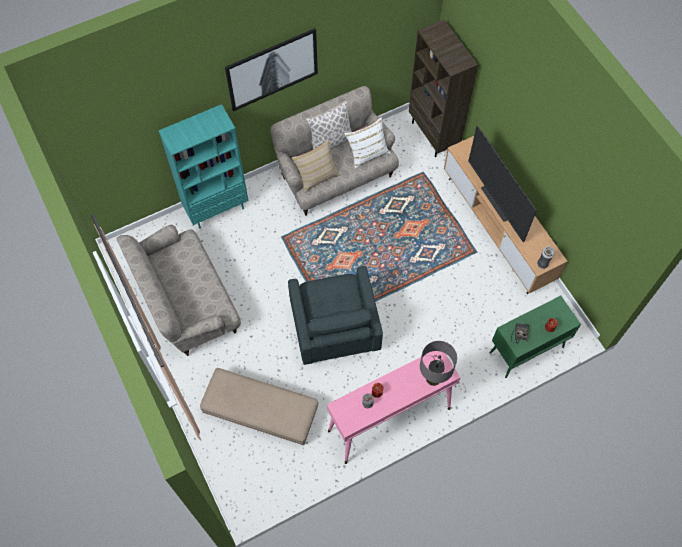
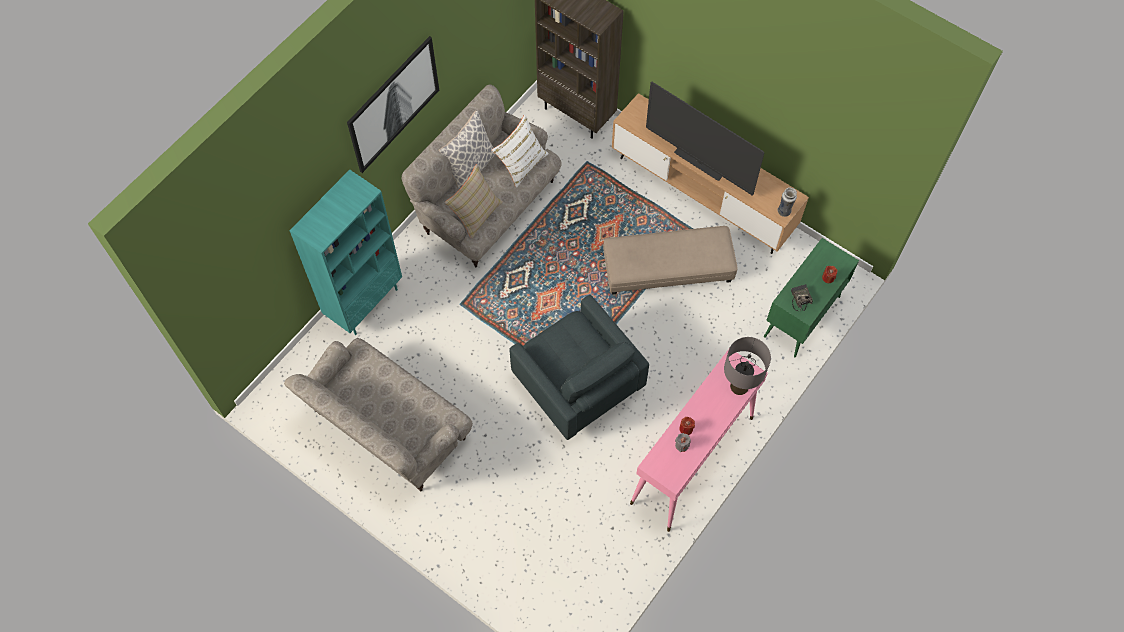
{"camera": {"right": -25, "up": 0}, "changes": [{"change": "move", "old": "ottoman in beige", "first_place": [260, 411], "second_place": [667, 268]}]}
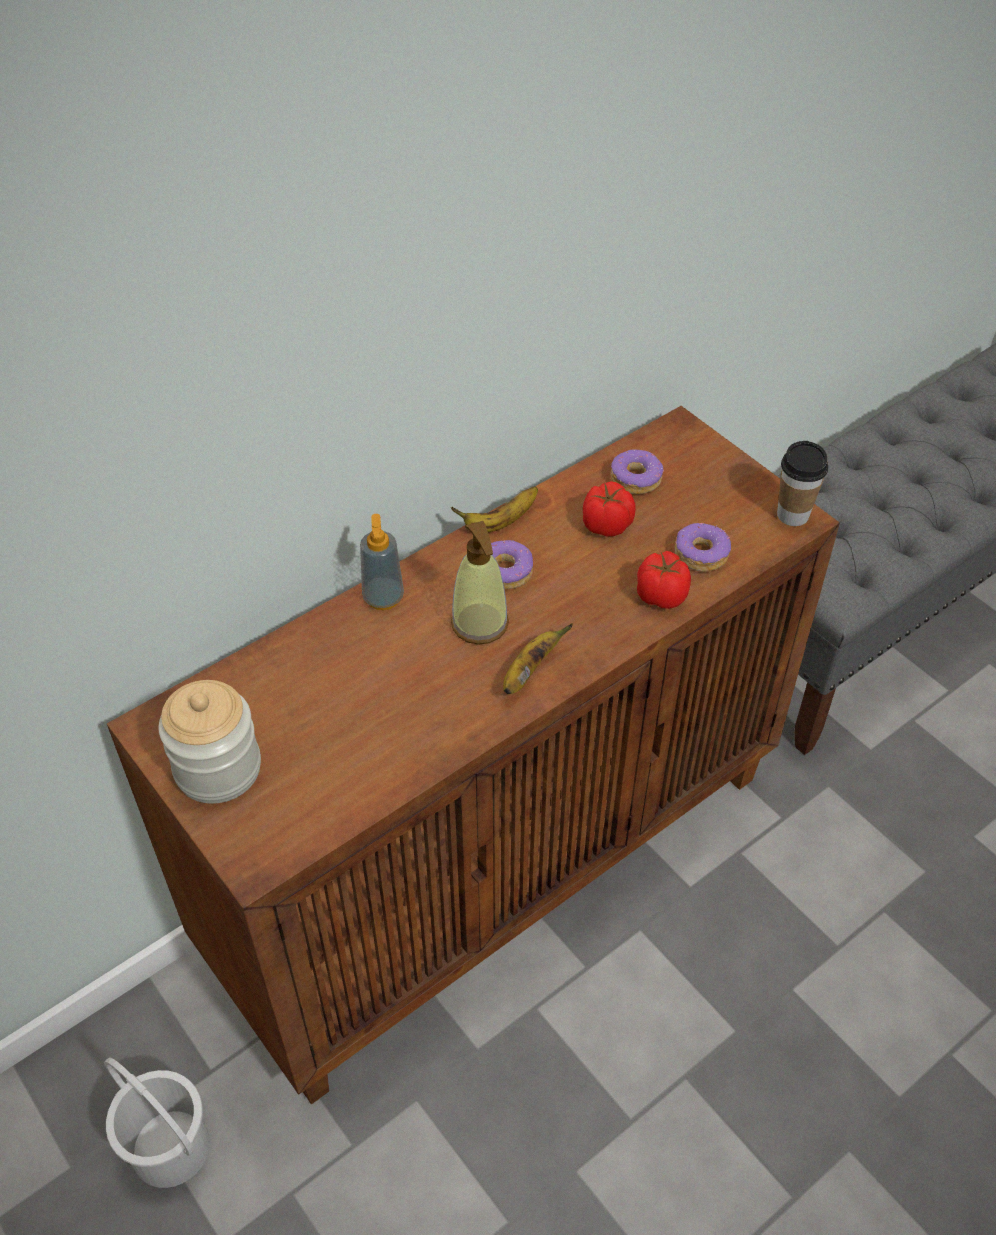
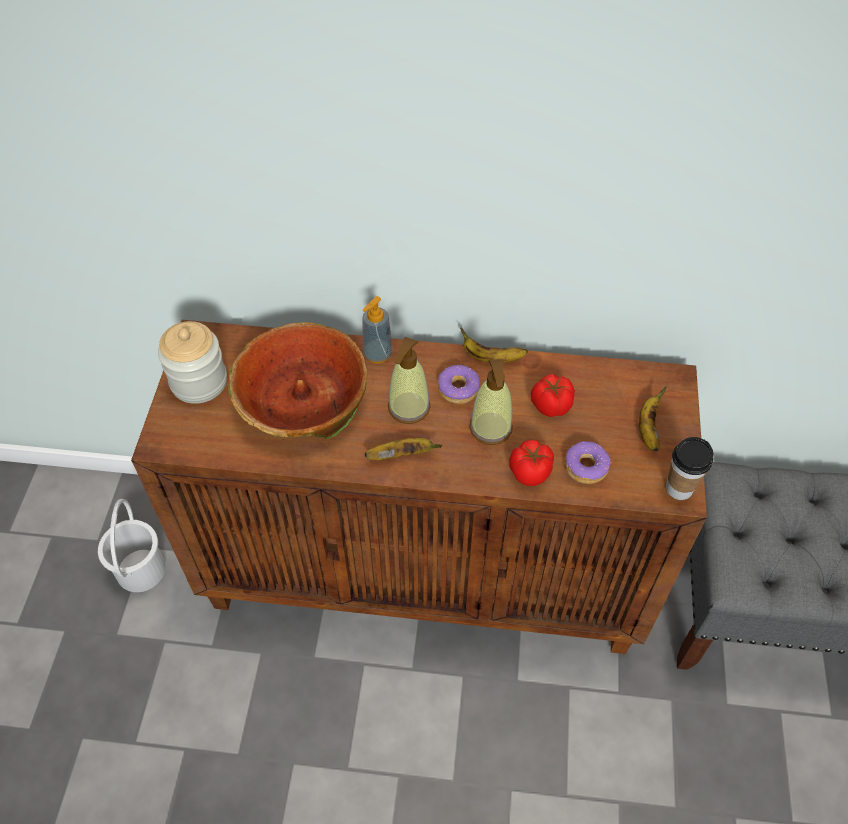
{"camera": {"right": 45, "up": 5}, "changes": [{"change": "delete", "old": "donut", "first_place": [635, 479]}, {"change": "insert", "new": "bowl", "second_place": [302, 400]}, {"change": "insert", "new": "soap dispenser", "second_place": [490, 428]}, {"change": "insert", "new": "banana", "second_place": [648, 429]}]}
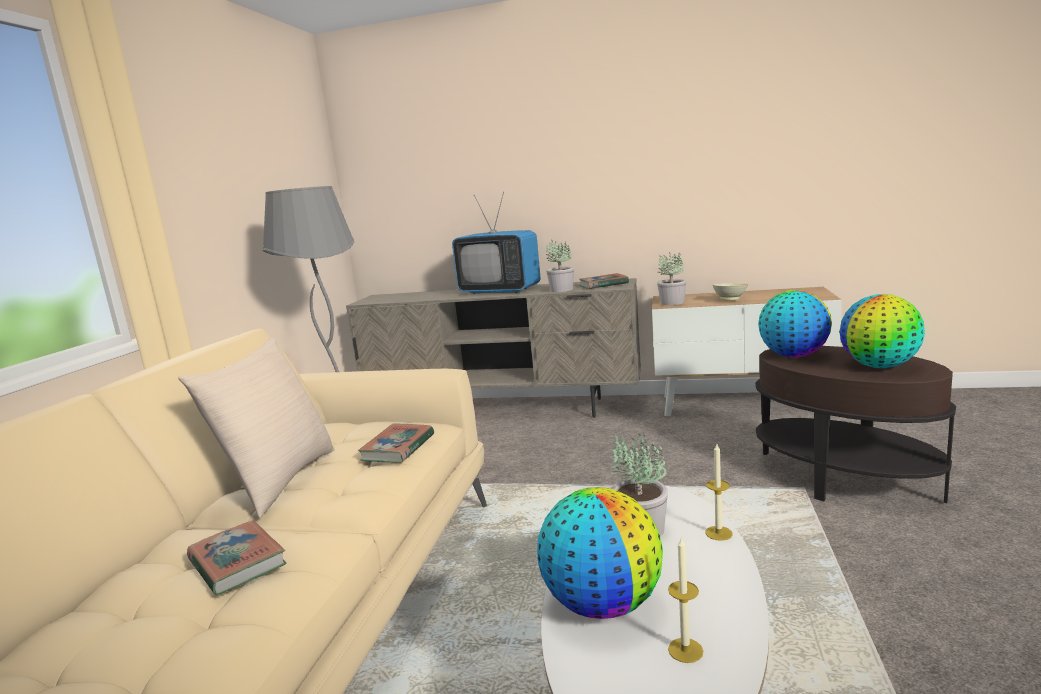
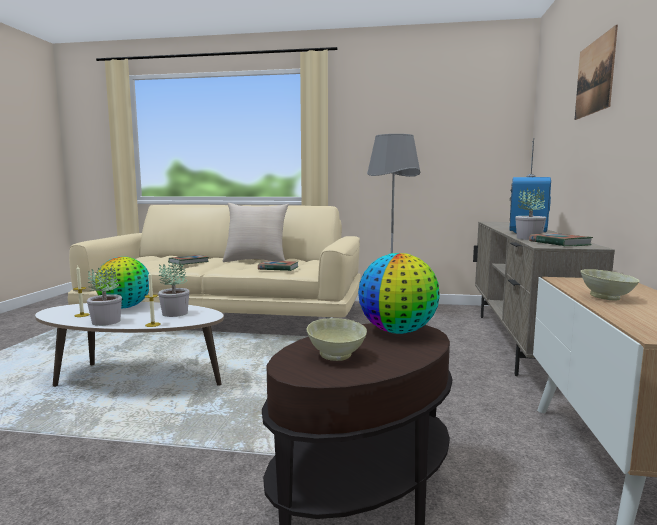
{"camera": {"right": 85, "up": -5}, "changes": [{"change": "move", "old": "potted plant", "first_place": [672, 302], "second_place": [106, 321]}, {"change": "replace", "old": "globe", "new": "bowl in beige", "first_place": [879, 366], "second_place": [335, 356]}, {"change": "insert", "new": "picture", "second_place": [594, 77]}]}
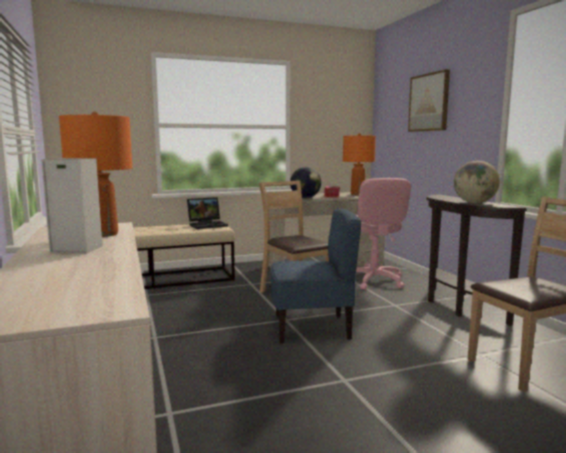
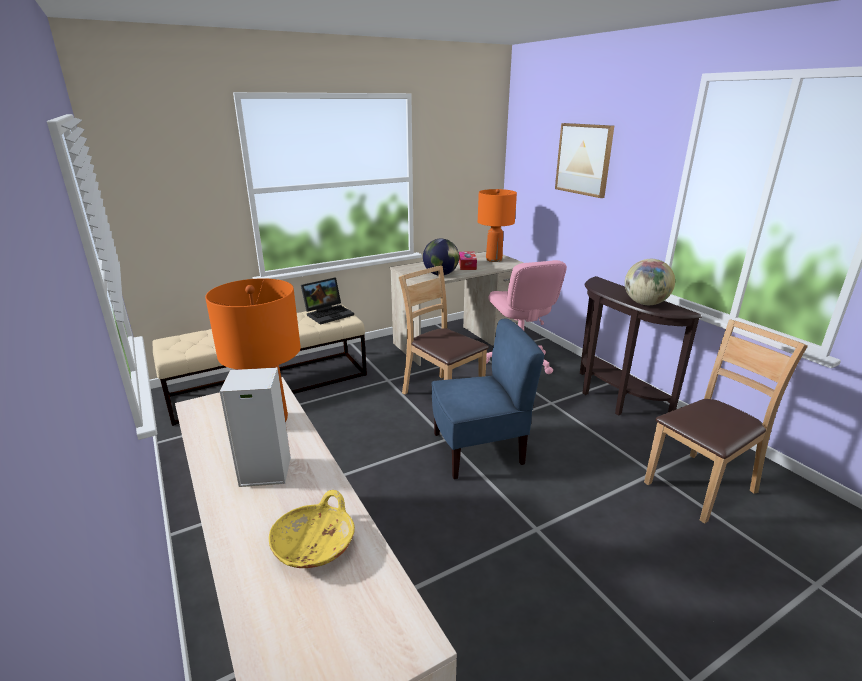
{"camera": {"right": -10, "up": 15}, "changes": [{"change": "insert", "new": "bowl in yellow", "second_place": [315, 544]}]}
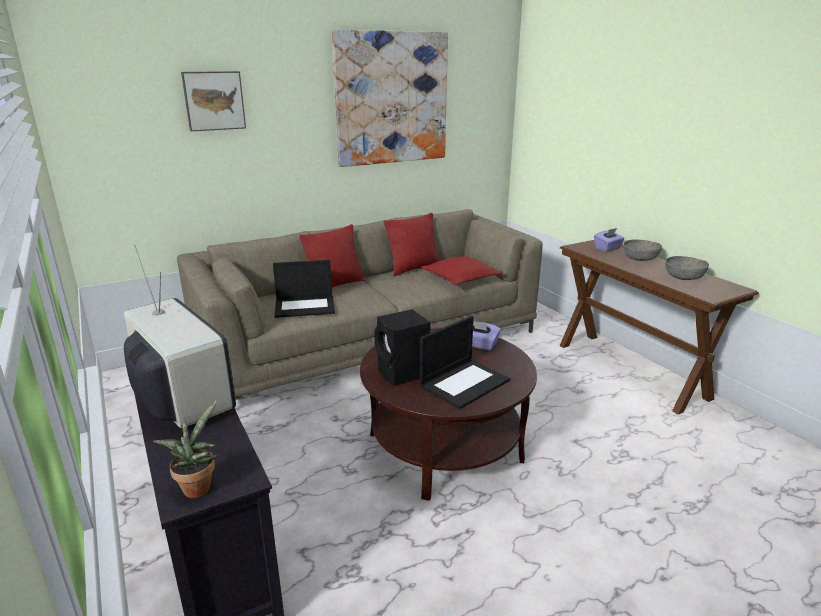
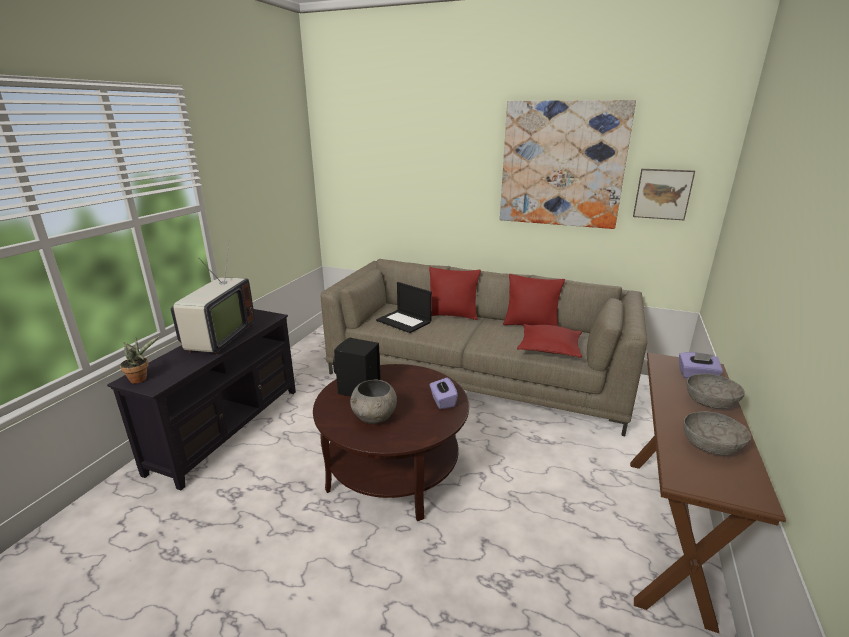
{"camera": {"right": 50, "up": 0}, "changes": [{"change": "move", "old": "picture", "first_place": [214, 100], "second_place": [662, 194]}, {"change": "replace", "old": "laptop", "new": "bowl in grey", "first_place": [464, 383], "second_place": [374, 418]}]}
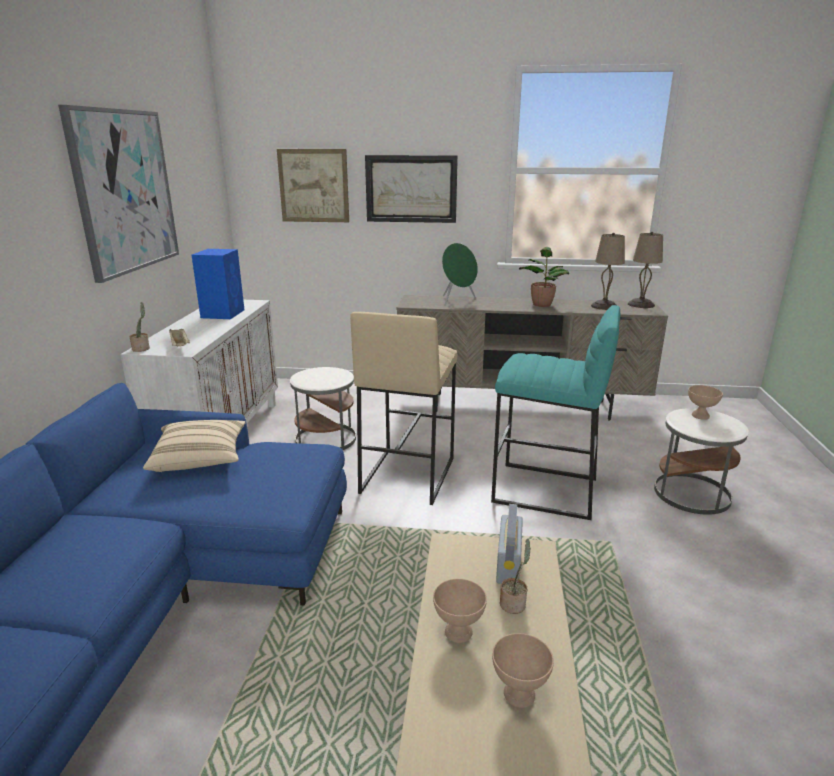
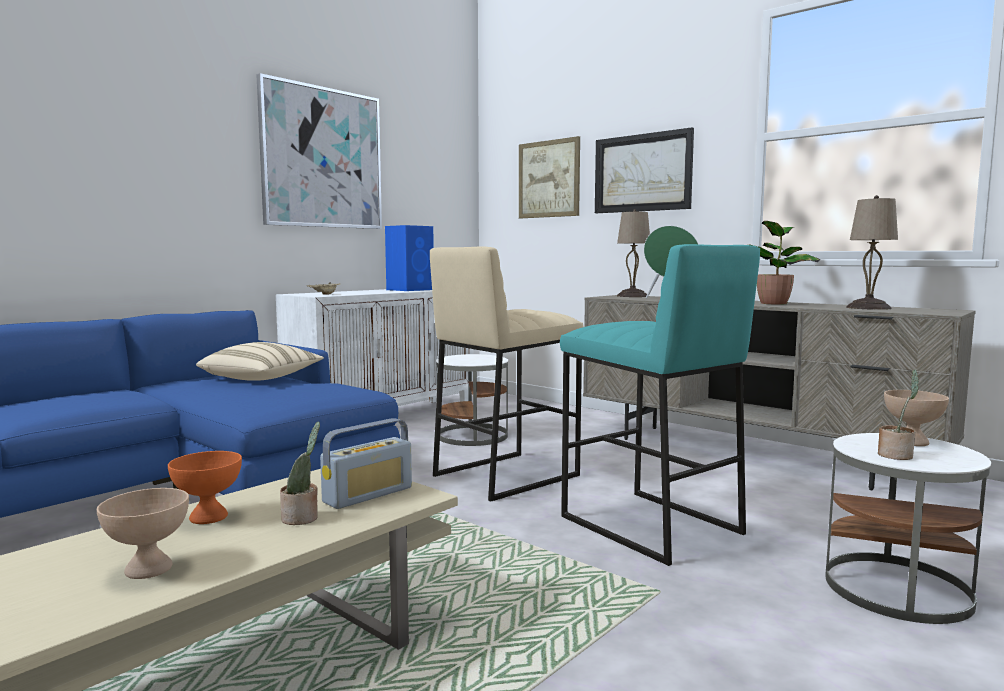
{"camera": {"right": 35, "up": -15}, "changes": [{"change": "move", "old": "potted plant", "first_place": [142, 348], "second_place": [897, 455]}, {"change": "recolor", "old": "bowl in beige", "new": "bowl in orange", "first_place": [458, 631], "second_place": [210, 517]}, {"change": "move", "old": "table lamp in beige", "first_place": [641, 304], "second_place": [633, 296]}]}
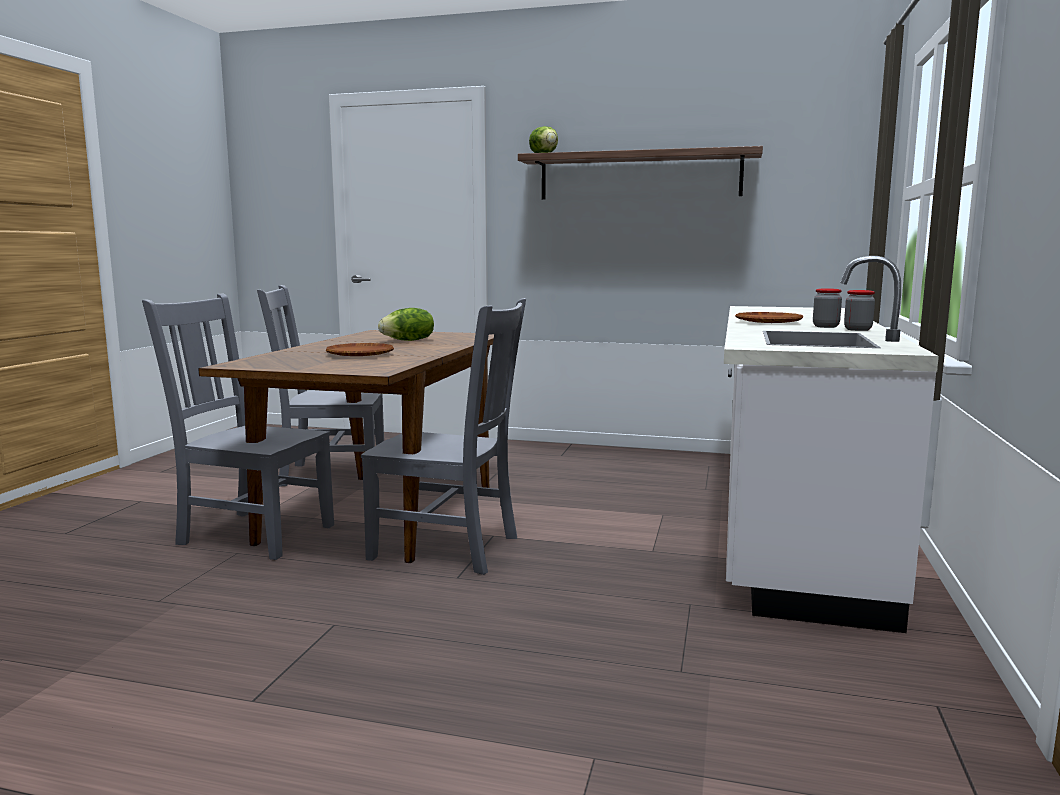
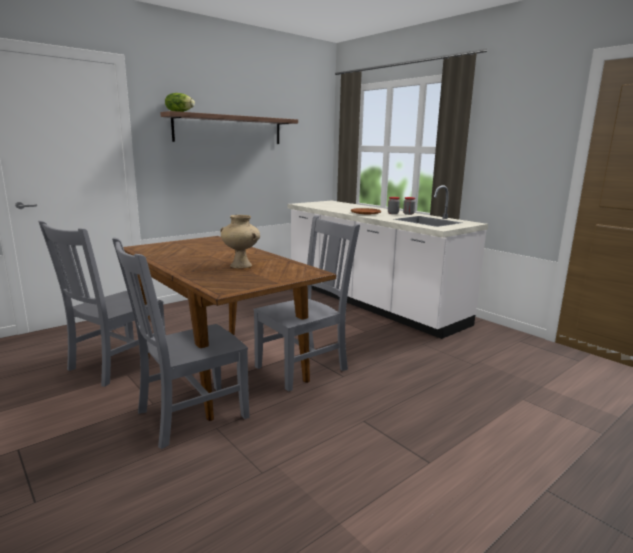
{"camera": {"right": -55, "up": 5}, "changes": [{"change": "replace", "old": "plate in brown", "new": "vase in beige", "first_place": [360, 354], "second_place": [241, 265]}, {"change": "delete", "old": "lettuce", "first_place": [408, 340]}]}
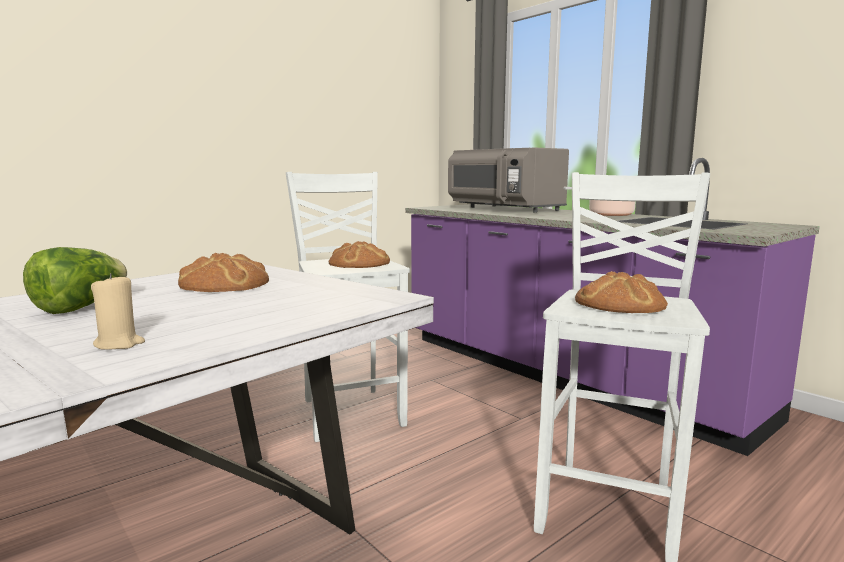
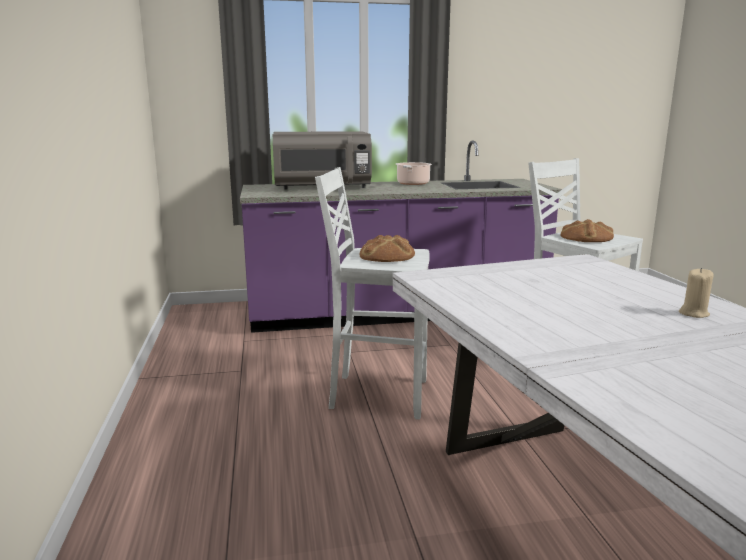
{"camera": {"right": -60, "up": 5}, "changes": [{"change": "delete", "old": "lettuce", "first_place": [80, 308]}, {"change": "delete", "old": "bread", "first_place": [225, 284]}]}
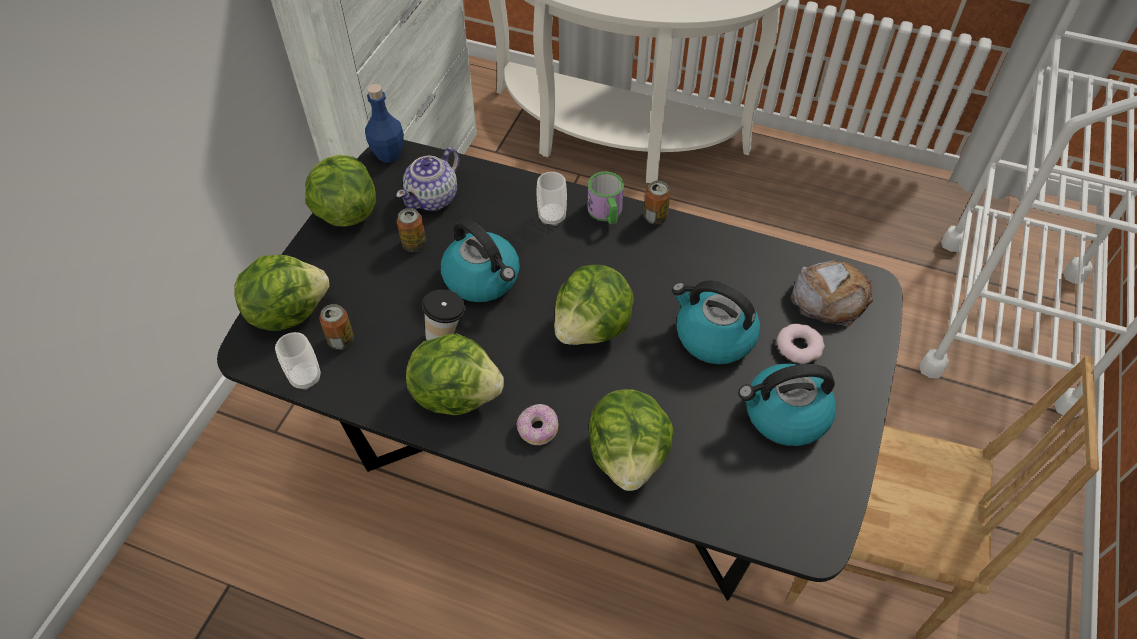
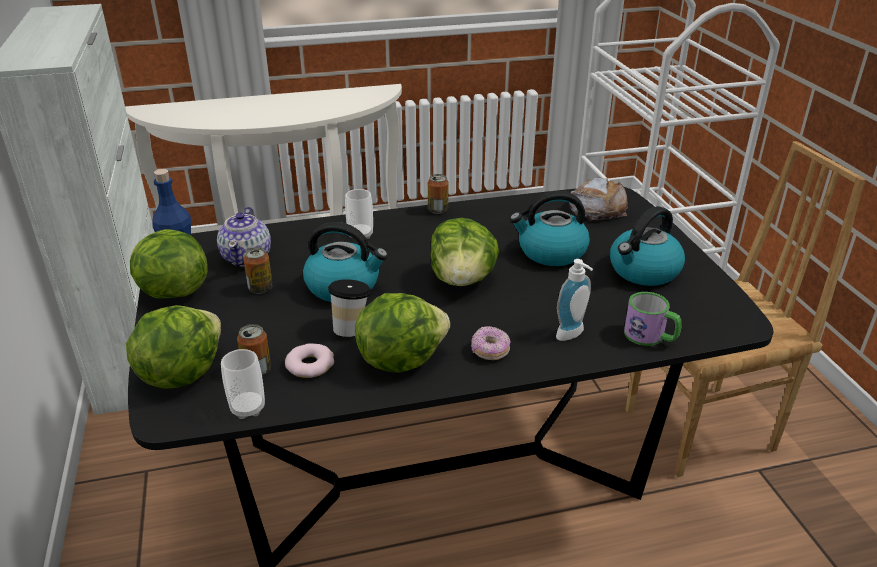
{"camera": {"right": -35, "up": -20}, "changes": [{"change": "move", "old": "mug", "first_place": [606, 213], "second_place": [650, 337]}, {"change": "replace", "old": "lettuce", "new": "soap dispenser", "first_place": [628, 456], "second_place": [572, 335]}, {"change": "move", "old": "donut", "first_place": [799, 346], "second_place": [310, 365]}]}
